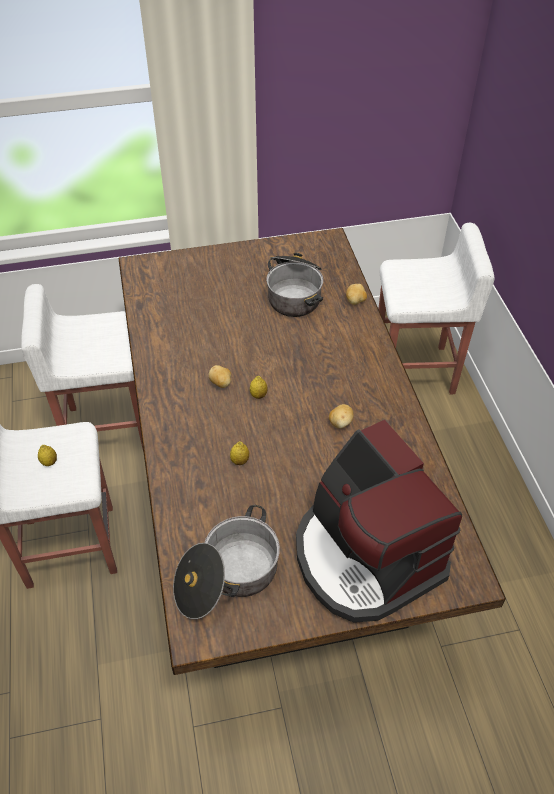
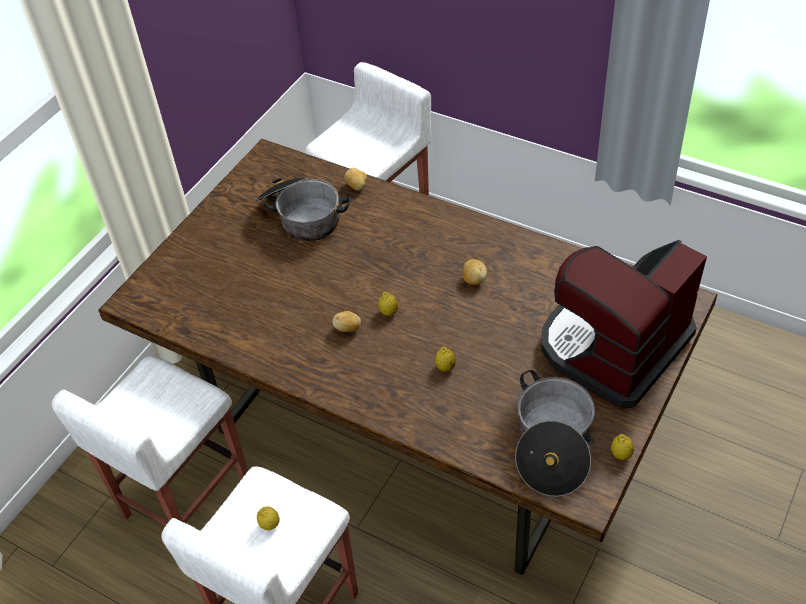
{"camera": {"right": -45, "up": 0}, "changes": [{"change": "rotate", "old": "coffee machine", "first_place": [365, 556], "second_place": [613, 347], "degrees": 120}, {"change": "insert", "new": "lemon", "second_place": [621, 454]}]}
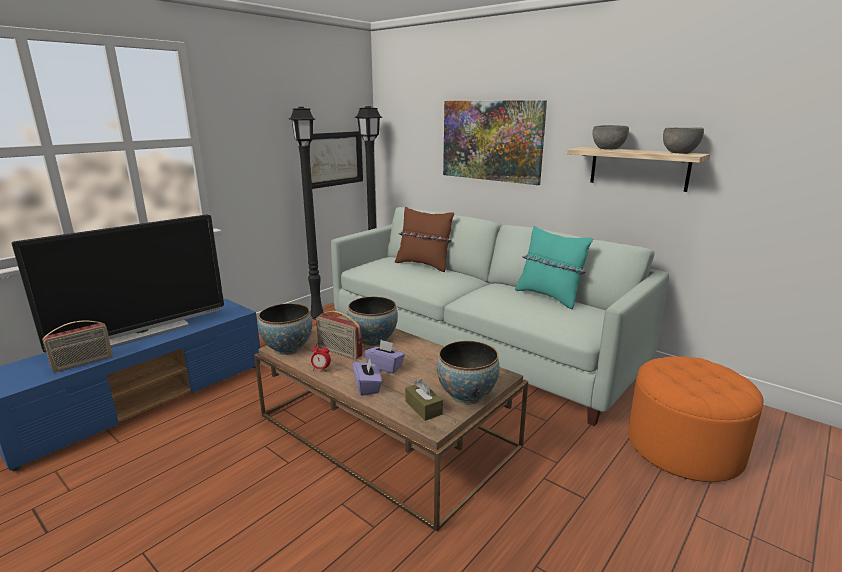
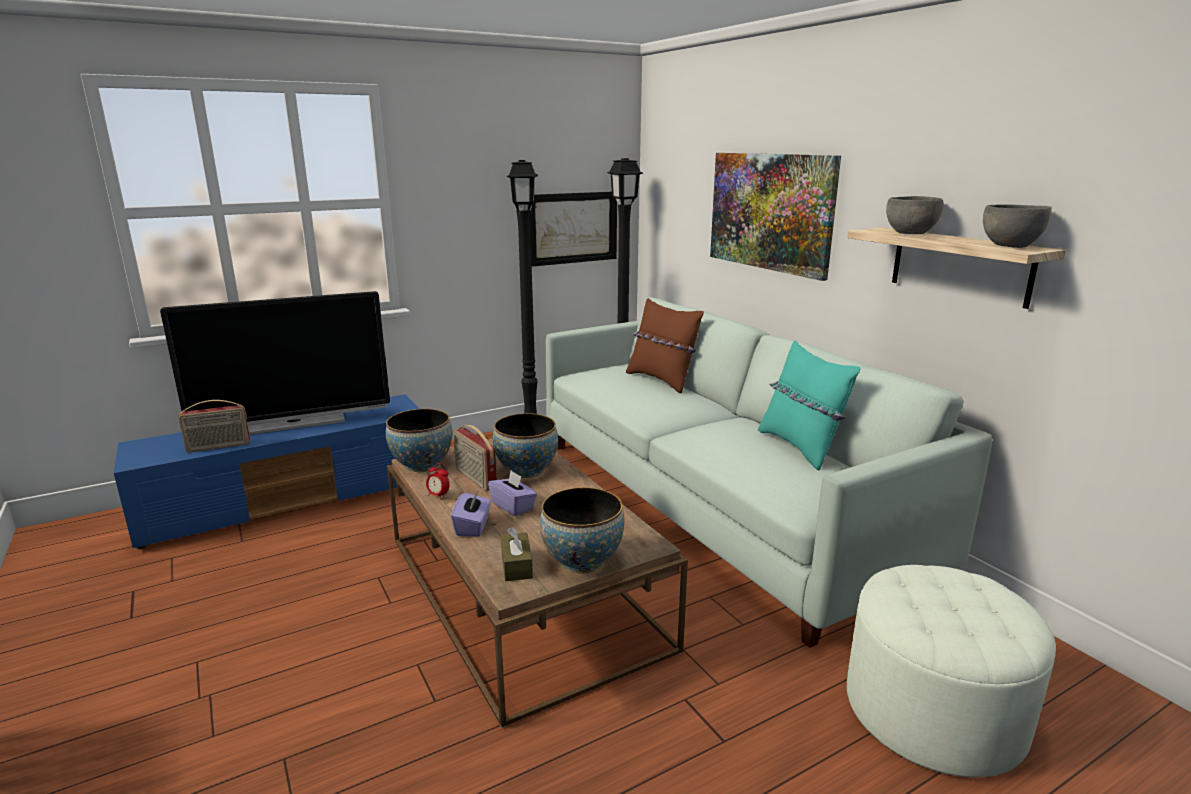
{"camera": {"right": 20, "up": 0}, "changes": [{"change": "recolor", "old": "ottoman in orange", "new": "ottoman in white", "first_place": [684, 447], "second_place": [933, 711]}]}
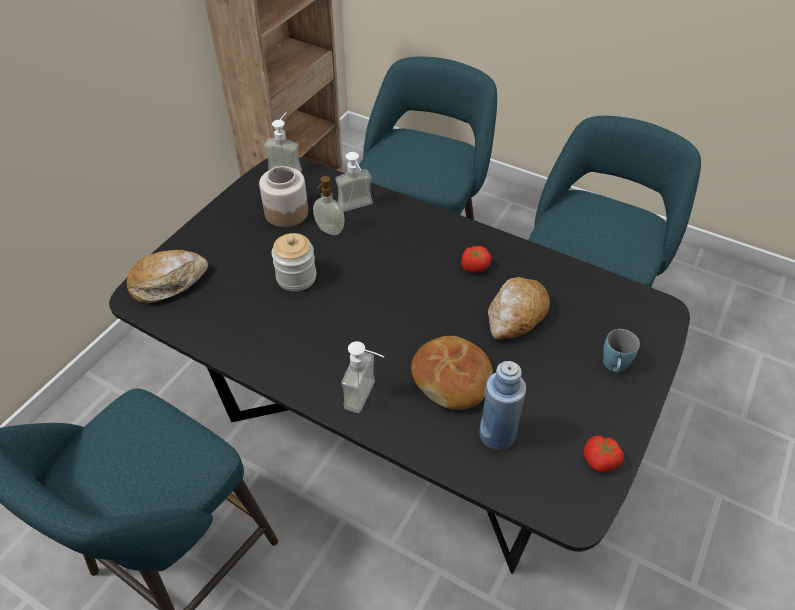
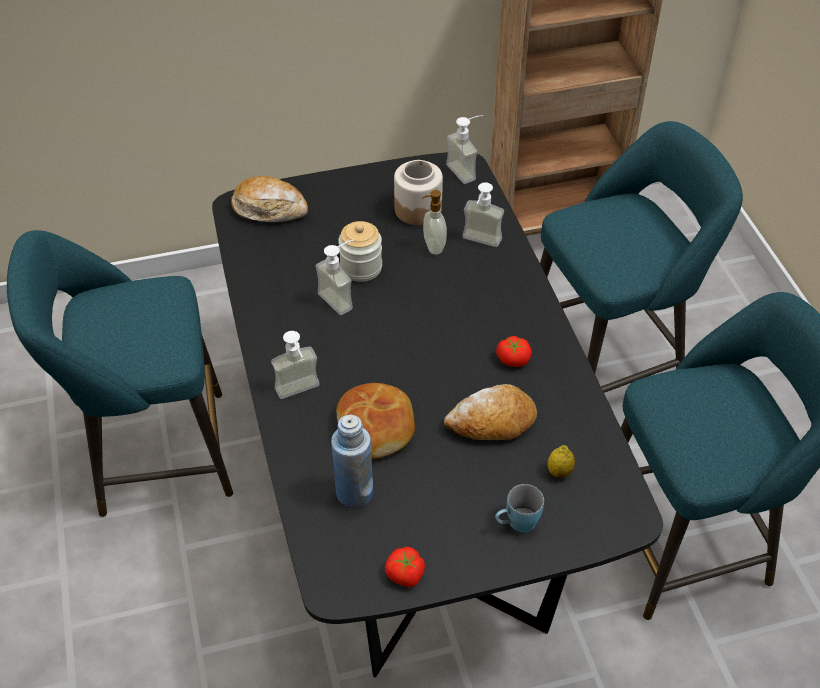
{"camera": {"right": 45, "up": 0}, "changes": [{"change": "insert", "new": "soap dispenser", "second_place": [342, 297]}, {"change": "insert", "new": "lemon", "second_place": [559, 472]}]}
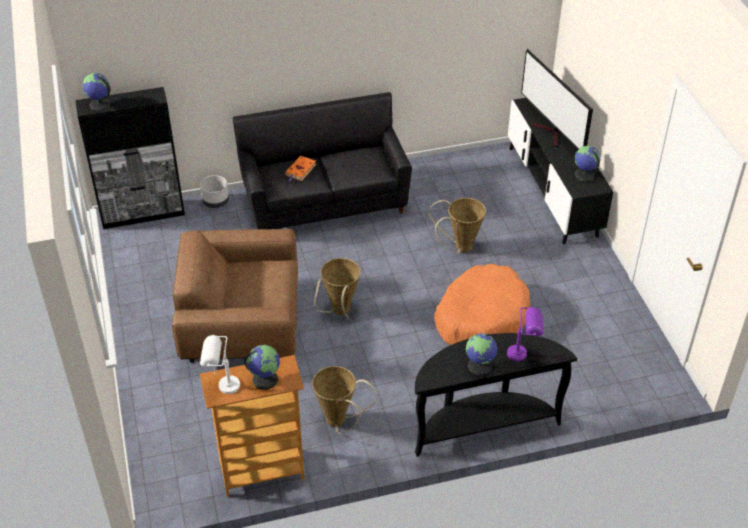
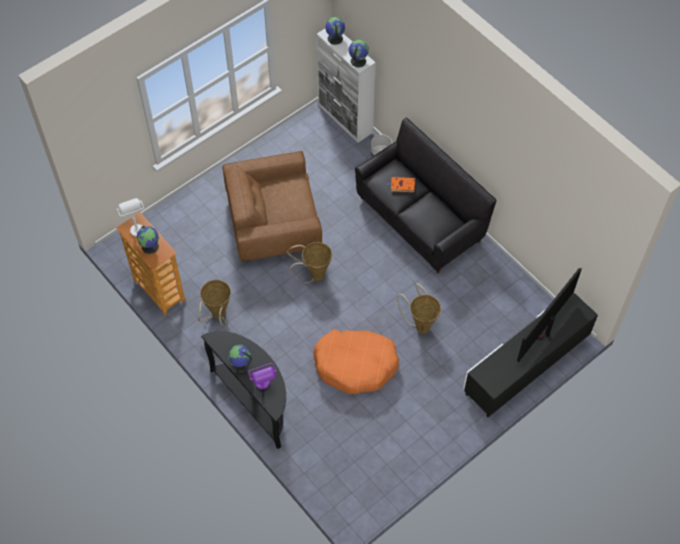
{"camera": {"right": 65, "up": 15}, "changes": [{"change": "recolor", "old": "cabinet in black", "new": "cabinet in white", "first_place": [143, 214], "second_place": [345, 119]}, {"change": "rotate", "old": "armchair in brown", "first_place": [241, 324], "second_place": [273, 224], "degrees": -75}, {"change": "move", "old": "globe", "first_place": [584, 175], "second_place": [358, 61]}]}
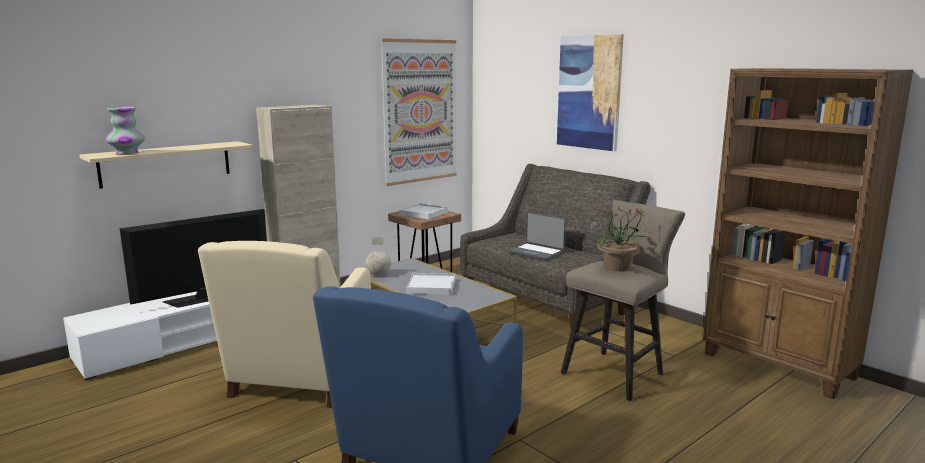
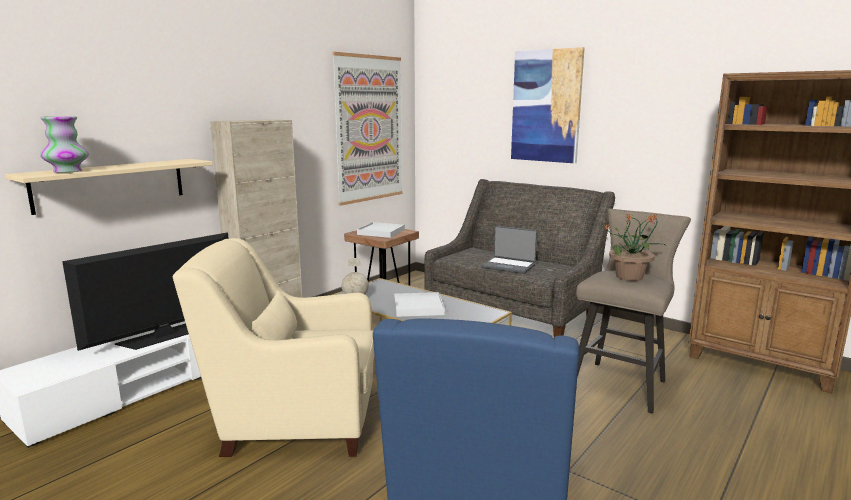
{"camera": {"right": -10, "up": 0}, "changes": [{"change": "rotate", "old": "armchair in beige", "first_place": [300, 378], "second_place": [295, 420], "degrees": 90}]}
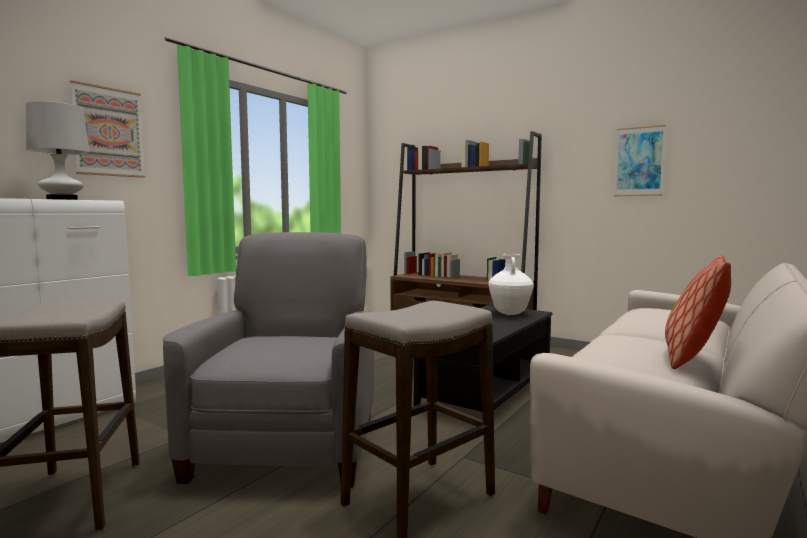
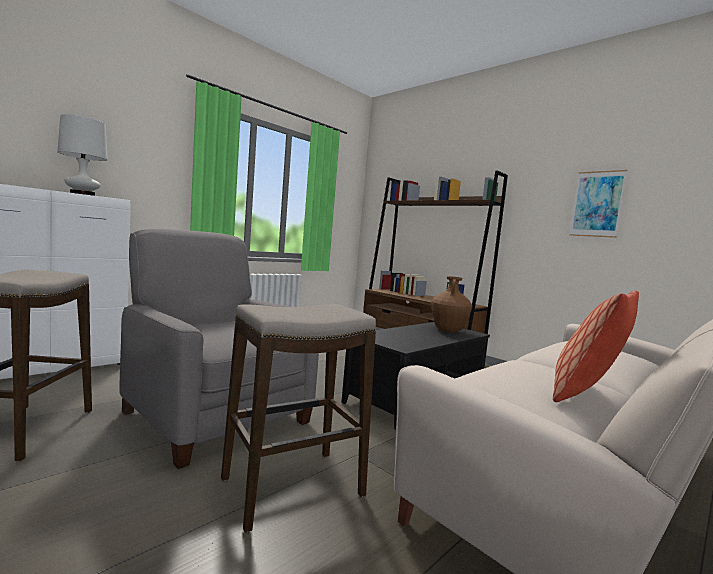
{"camera": {"right": 10, "up": 0}, "changes": [{"change": "delete", "old": "picture", "first_place": [108, 132]}, {"change": "rotate", "old": "armchair in grey", "first_place": [288, 445], "second_place": [215, 416], "degrees": -60}, {"change": "recolor", "old": "vase in white", "new": "vase in brown", "first_place": [510, 314], "second_place": [448, 331]}]}
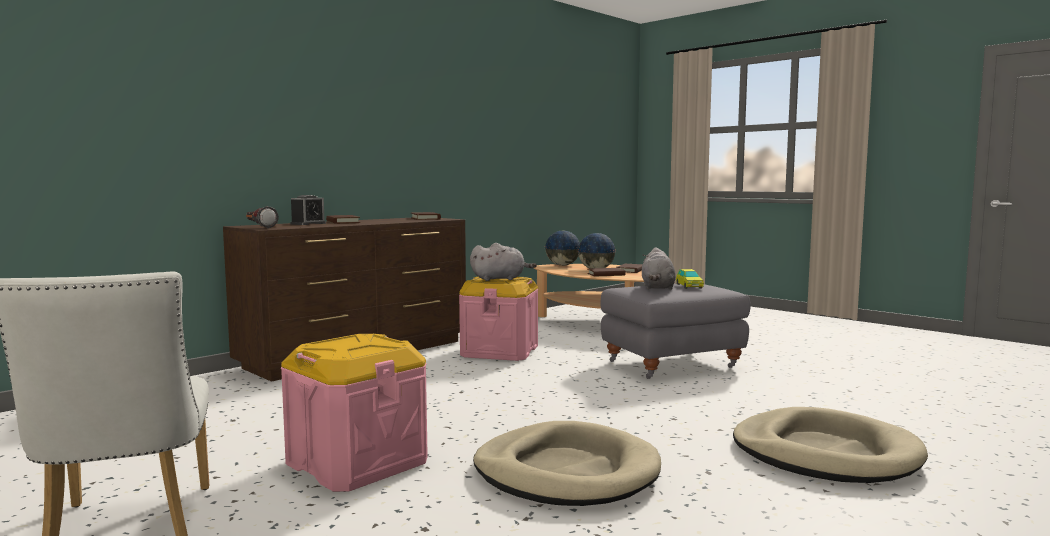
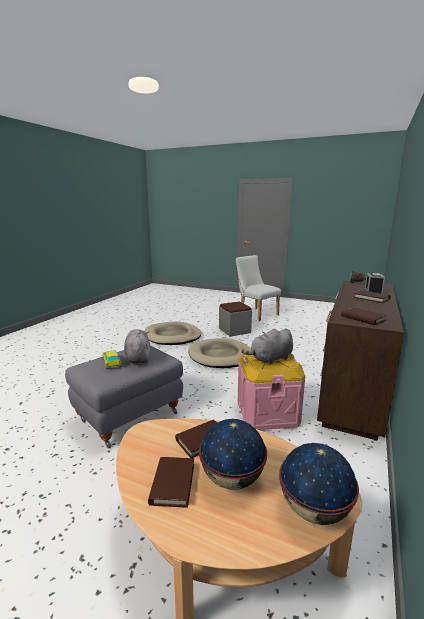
{"camera": {"right": 160, "up": 10}, "changes": [{"change": "replace", "old": "storage box in pink", "new": "ottoman in grey", "first_place": [357, 463], "second_place": [234, 330]}, {"change": "move", "old": "dog bed in beige", "first_place": [824, 453], "second_place": [221, 356]}]}
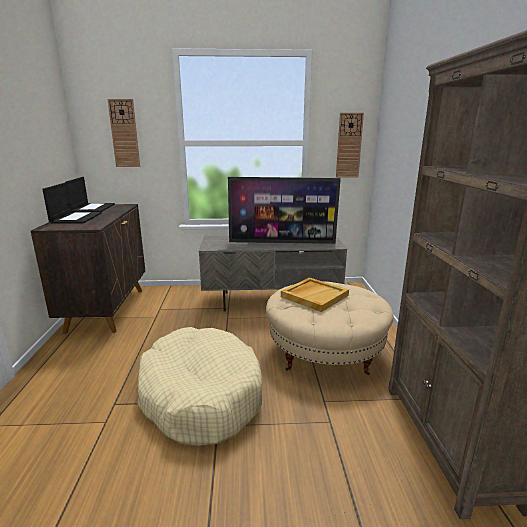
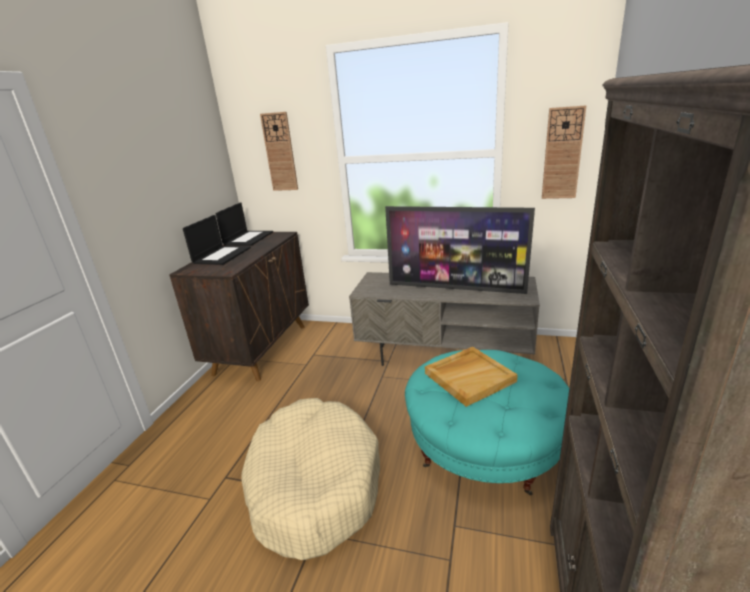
{"camera": {"right": 20, "up": 5}, "changes": [{"change": "recolor", "old": "ottoman in beige", "new": "ottoman in turquoise", "first_place": [325, 351], "second_place": [484, 445]}]}
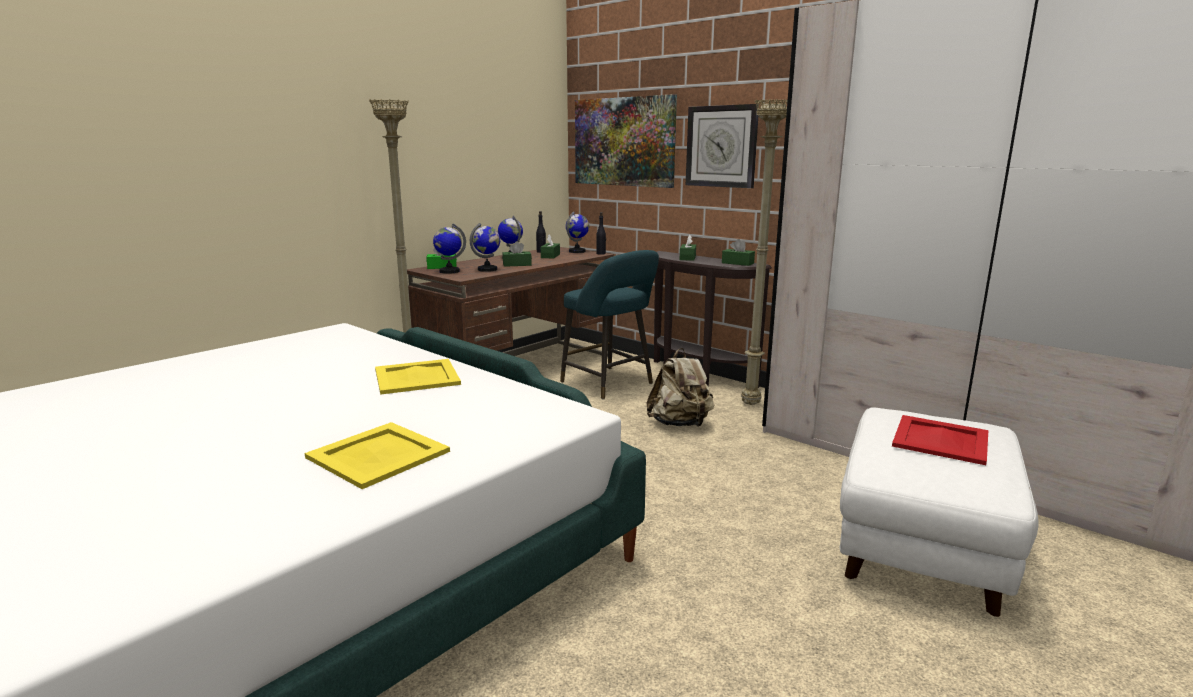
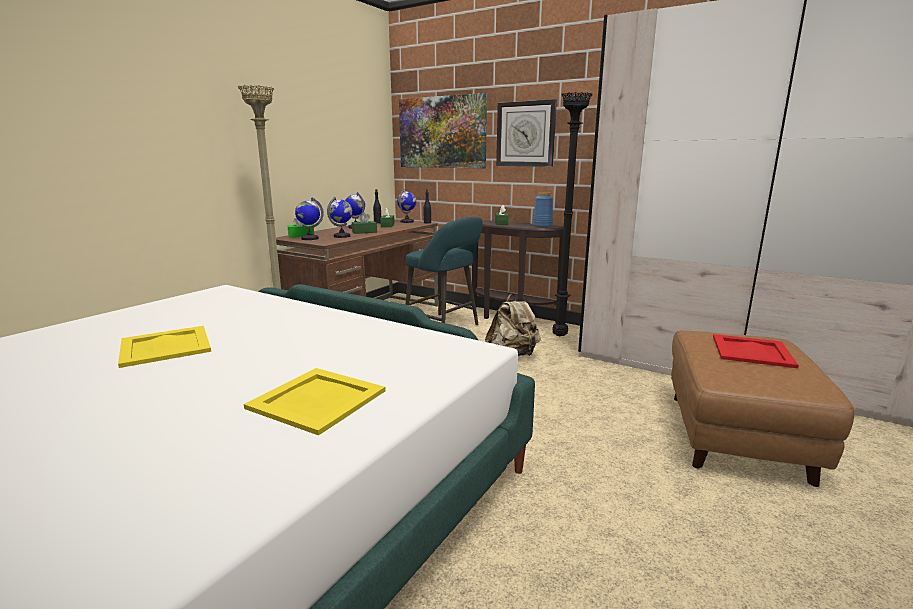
{"camera": {"right": -10, "up": 0}, "changes": [{"change": "move", "old": "tray in yellow", "first_place": [417, 377], "second_place": [166, 346]}, {"change": "replace", "old": "tissue box in green", "new": "vase in blue", "first_place": [737, 263], "second_place": [543, 226]}, {"change": "recolor", "old": "floor lamp in beige", "new": "floor lamp in black", "first_place": [752, 404], "second_place": [561, 336]}, {"change": "recolor", "old": "ottoman in white", "new": "ottoman in brown", "first_place": [923, 546], "second_place": [737, 436]}]}
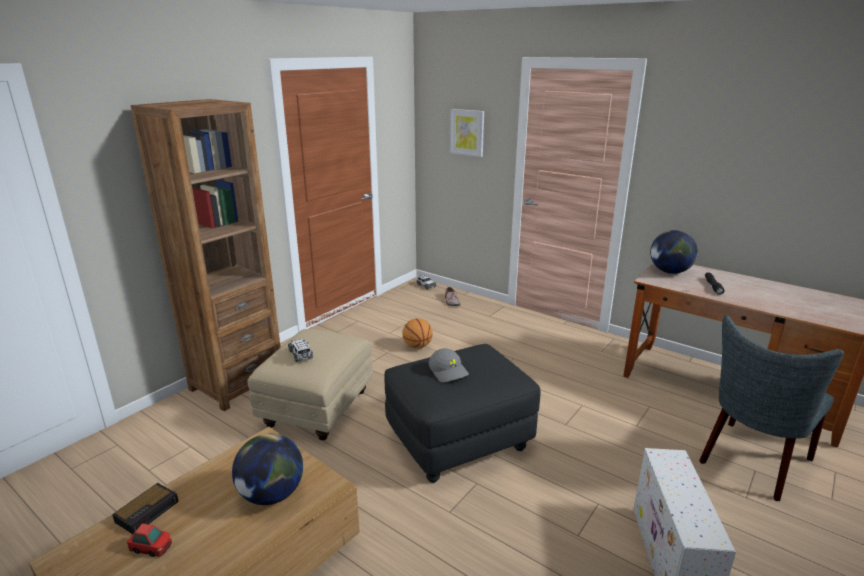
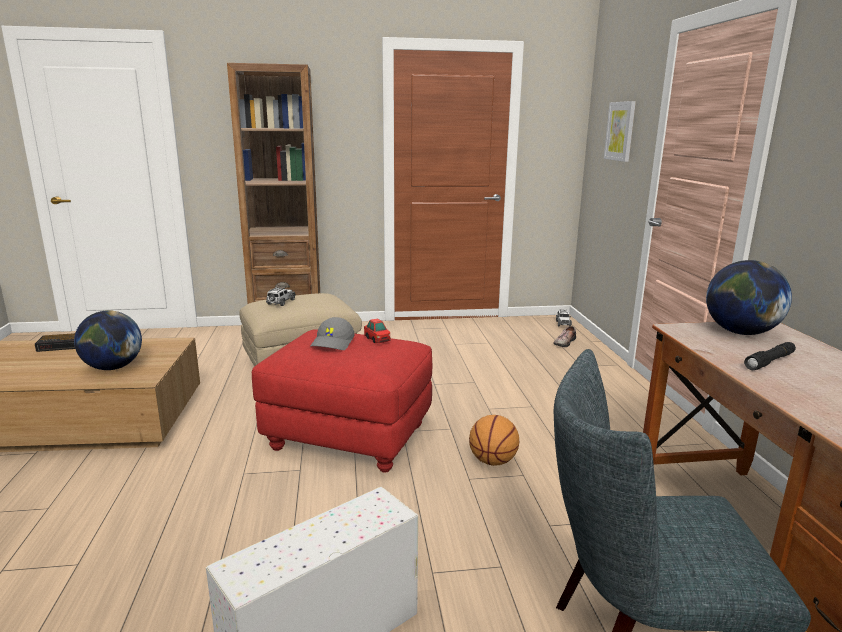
{"camera": {"right": 45, "up": -5}, "changes": [{"change": "move", "old": "toy car", "first_place": [152, 547], "second_place": [377, 339]}, {"change": "recolor", "old": "ottoman in black", "new": "ottoman in red", "first_place": [459, 441], "second_place": [349, 437]}, {"change": "move", "old": "basketball", "first_place": [418, 346], "second_place": [493, 461]}]}
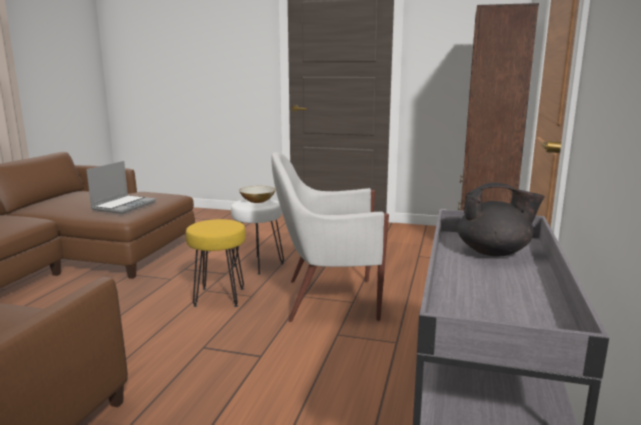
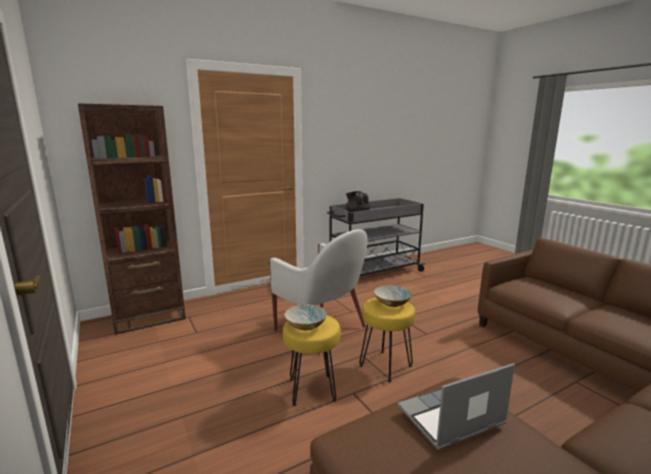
{"camera": {"right": -135, "up": 0}, "changes": [{"change": "recolor", "old": "stool in white", "new": "stool in yellow", "first_place": [259, 264], "second_place": [311, 389]}, {"change": "insert", "new": "bowl", "second_place": [392, 303]}]}
